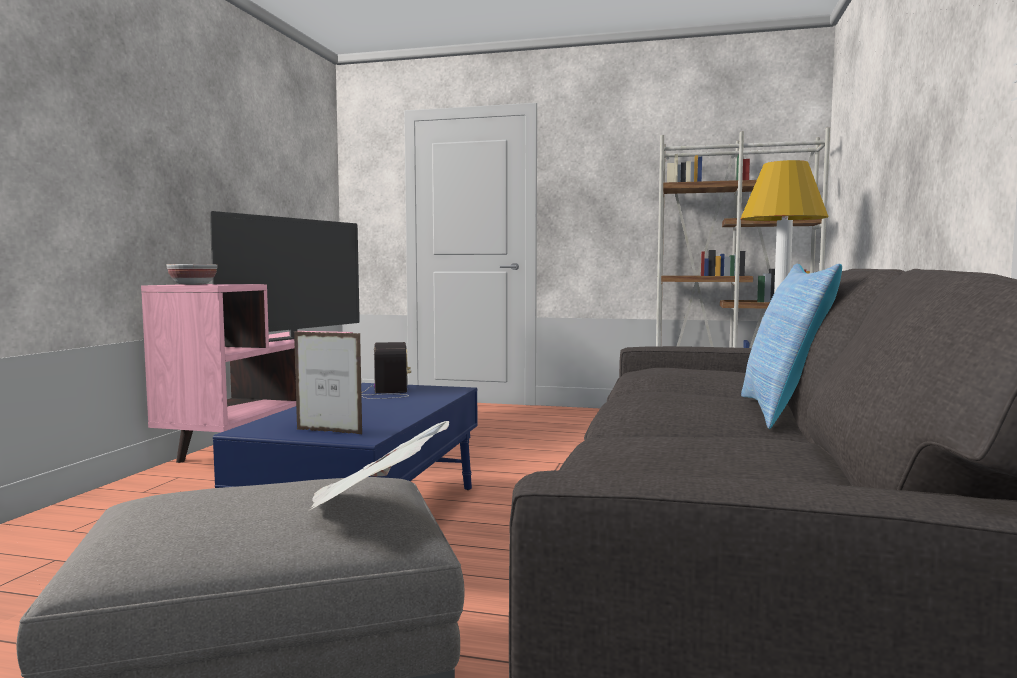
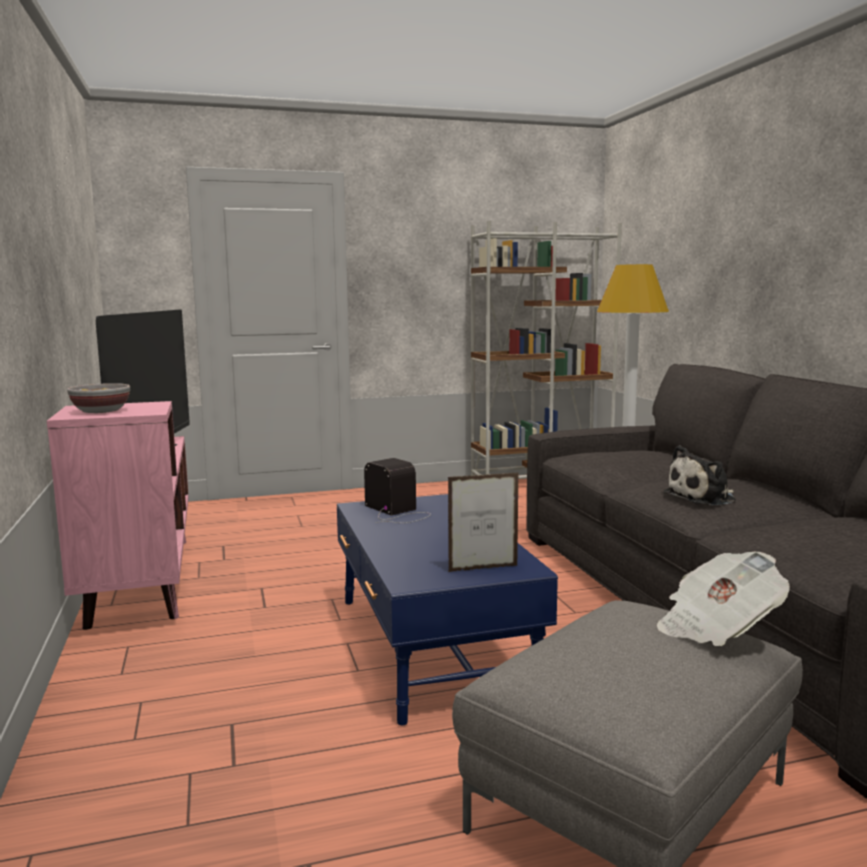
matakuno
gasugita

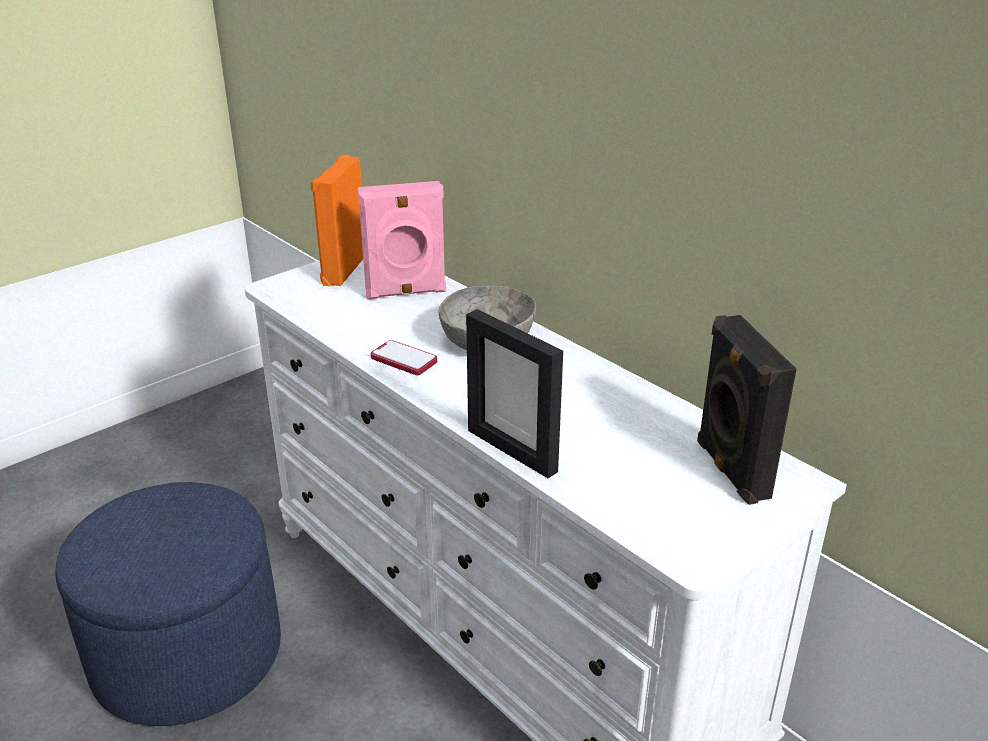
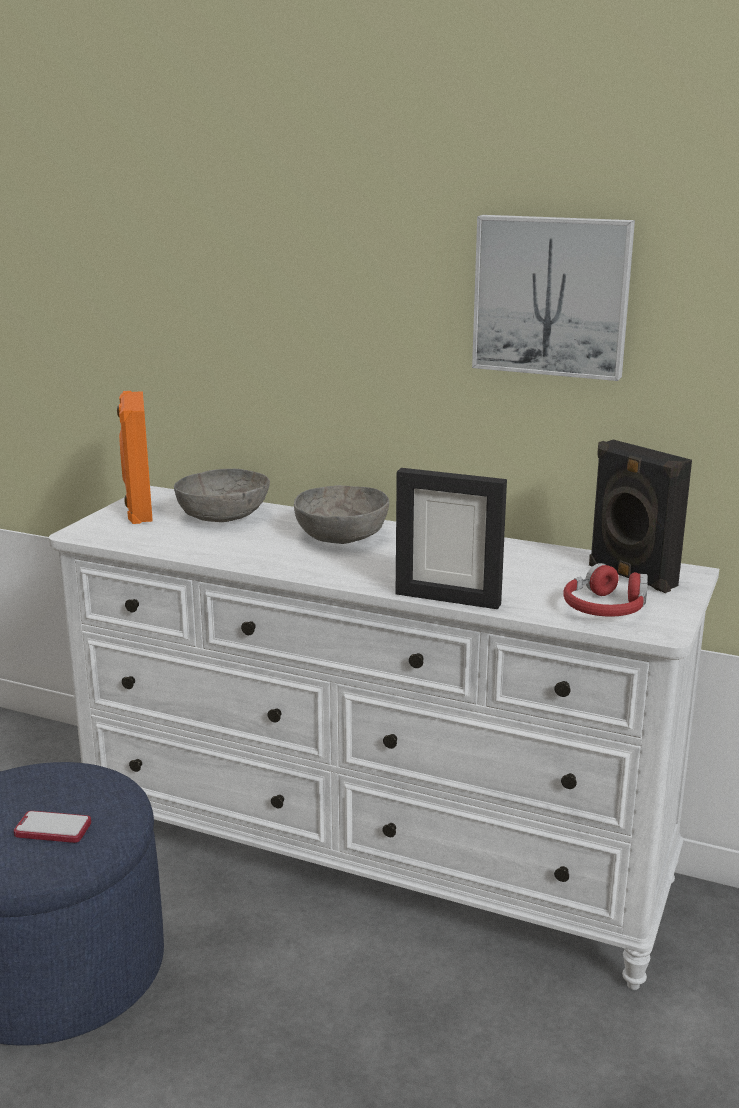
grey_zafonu (1st from left)
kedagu
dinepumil
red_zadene

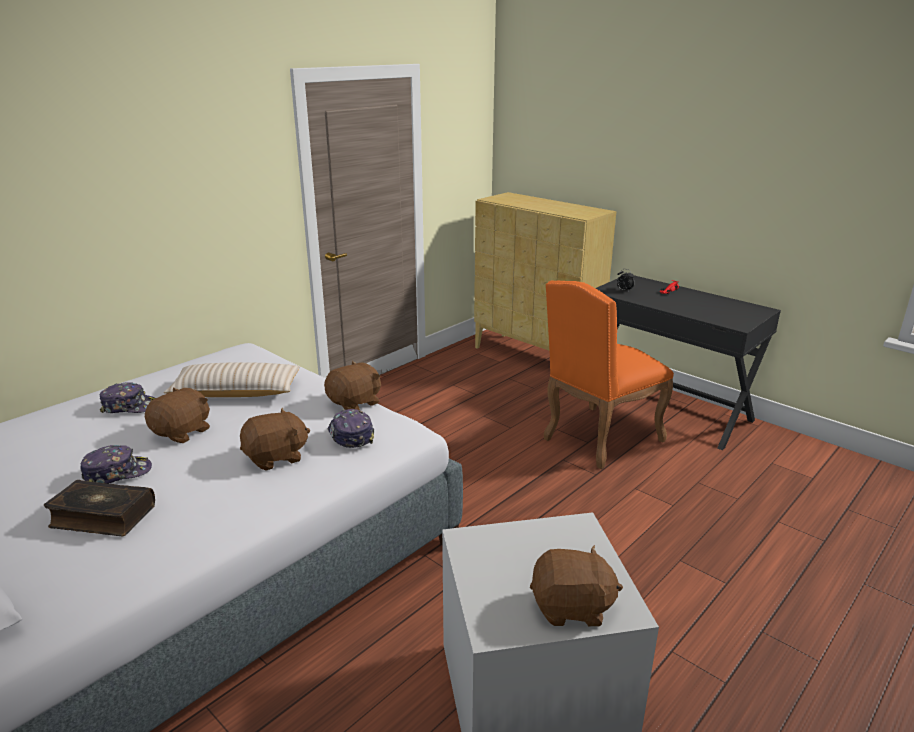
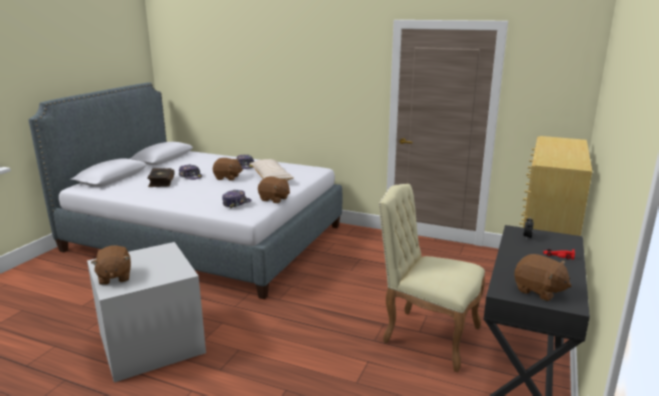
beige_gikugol
brown_gasugita (4th from left)

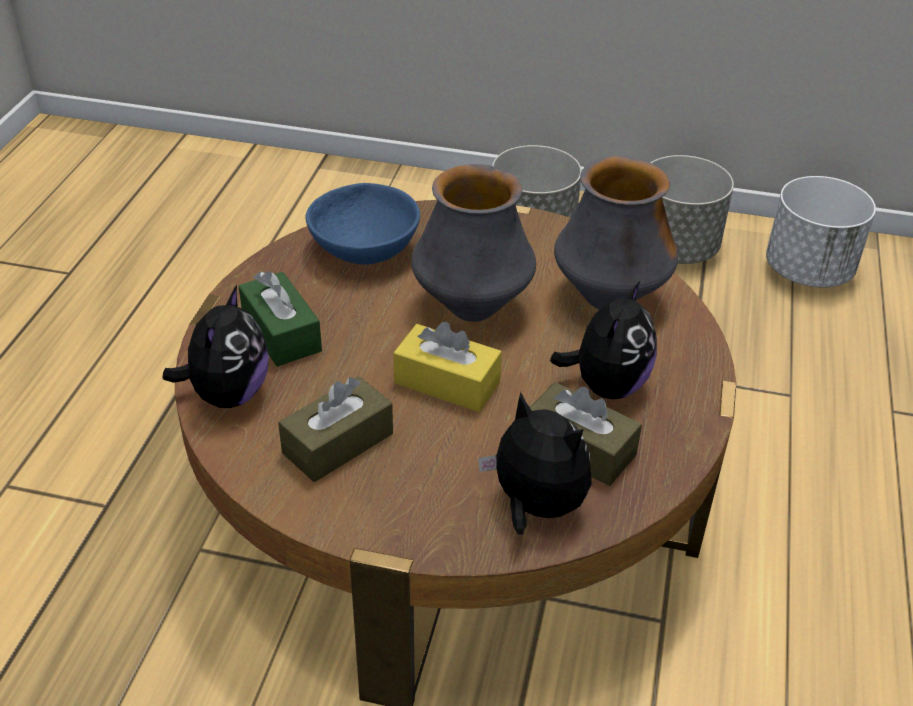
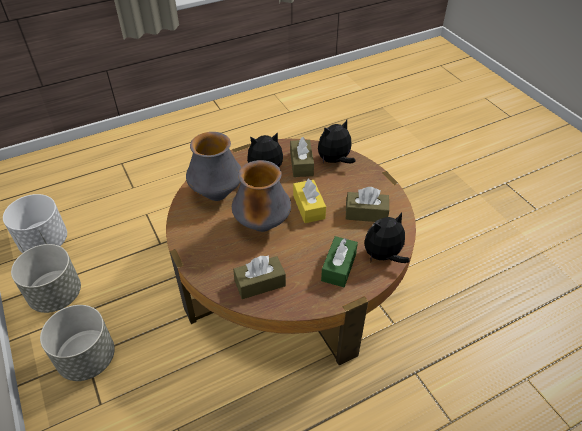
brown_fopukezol (1st from left)
gasugita (2nd from left)

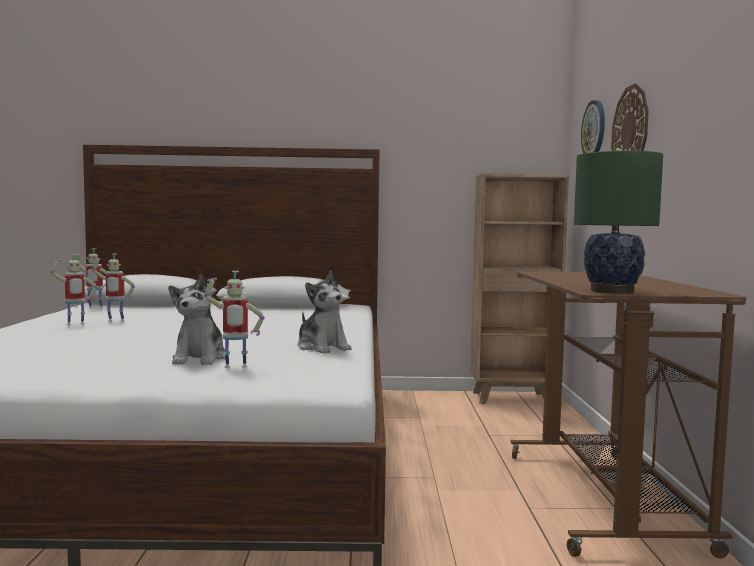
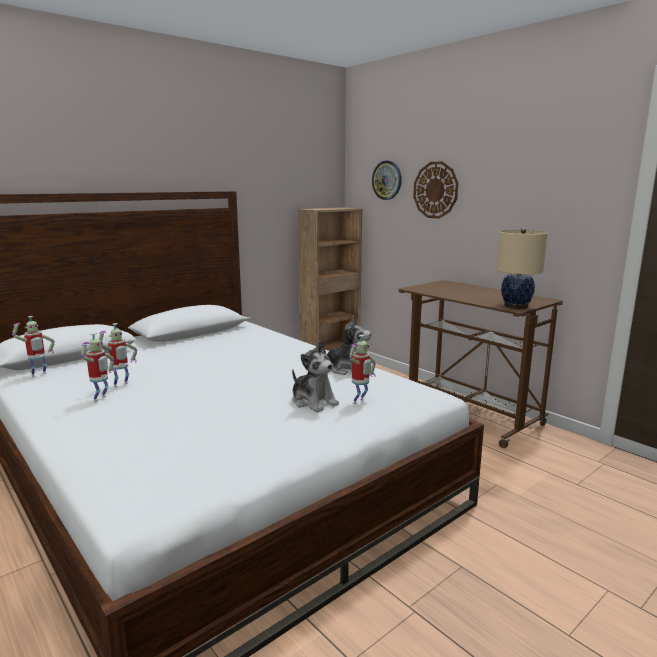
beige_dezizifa

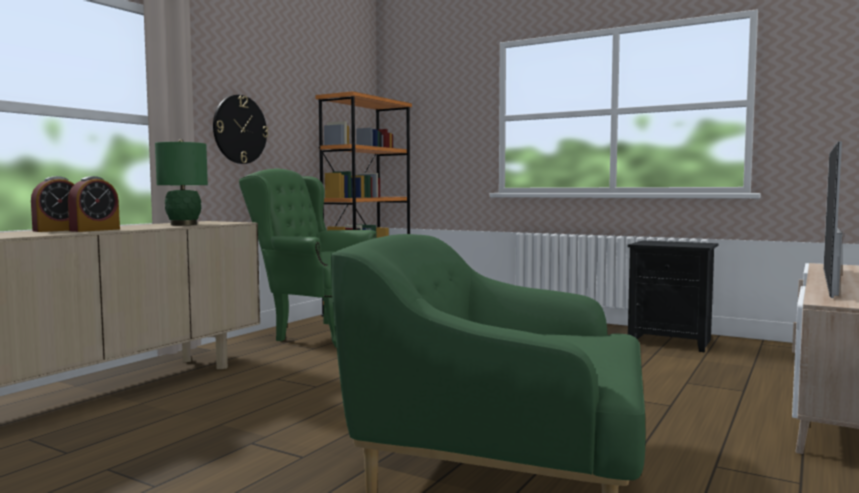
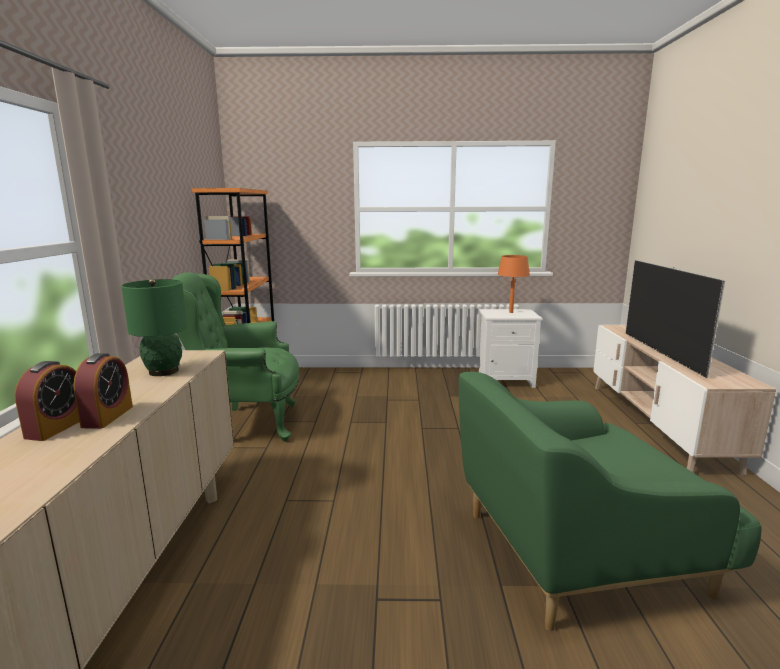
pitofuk
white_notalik
orange_dezizifa

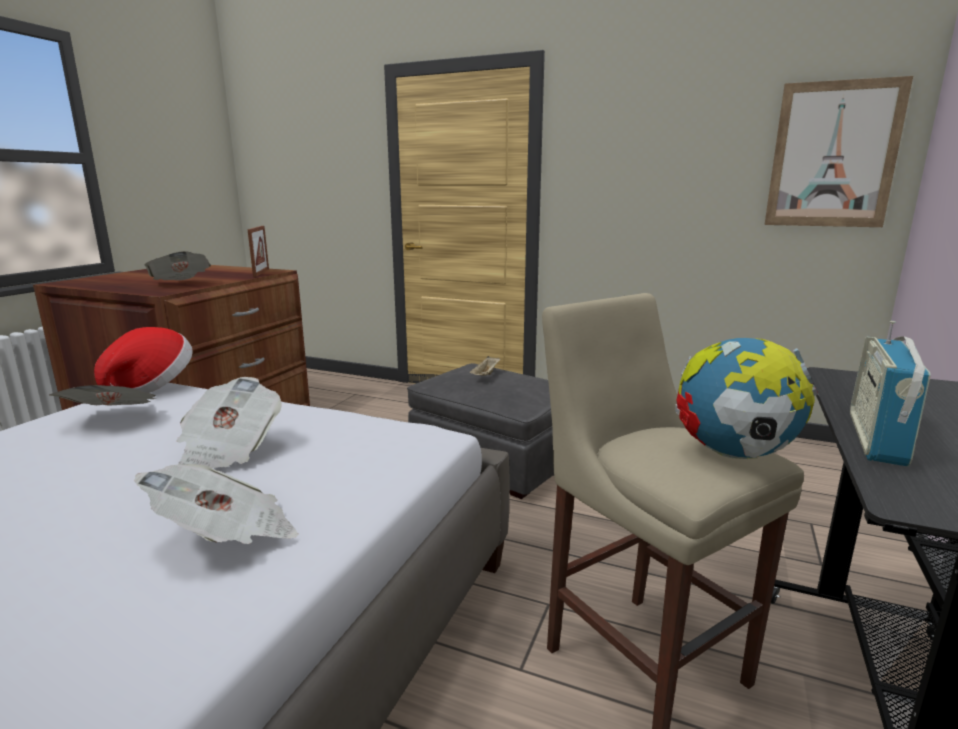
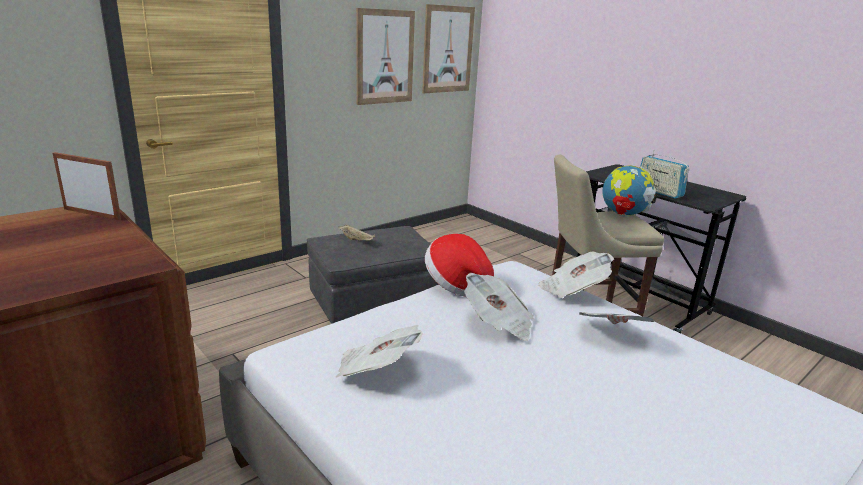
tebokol (3rd from left)
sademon
dinepumil (1st from left)

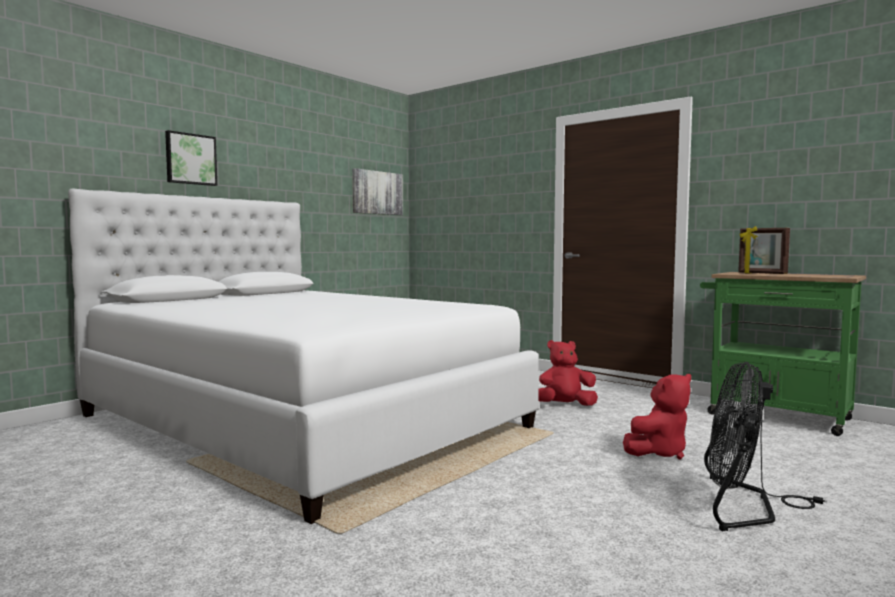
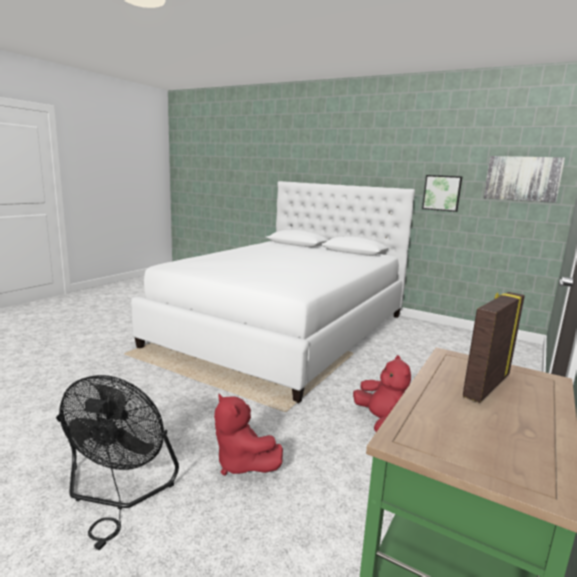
dinepumil (1st from left)

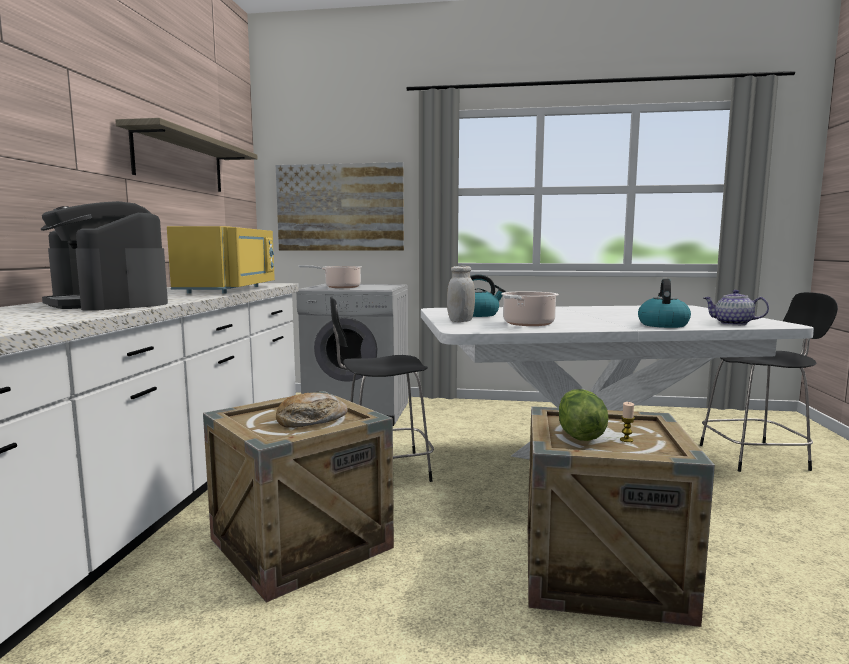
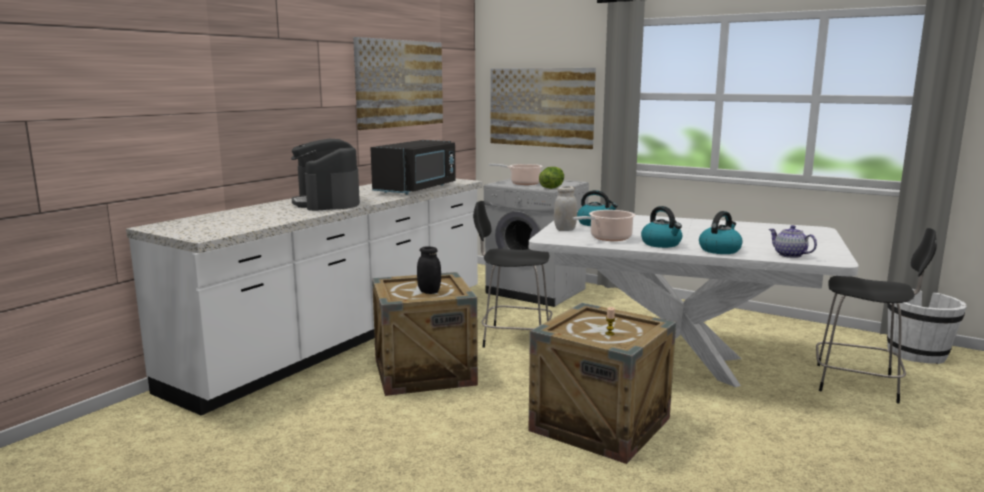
dinepumil (1st from left)
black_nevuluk
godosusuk
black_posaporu
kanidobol (2nd from left)
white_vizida

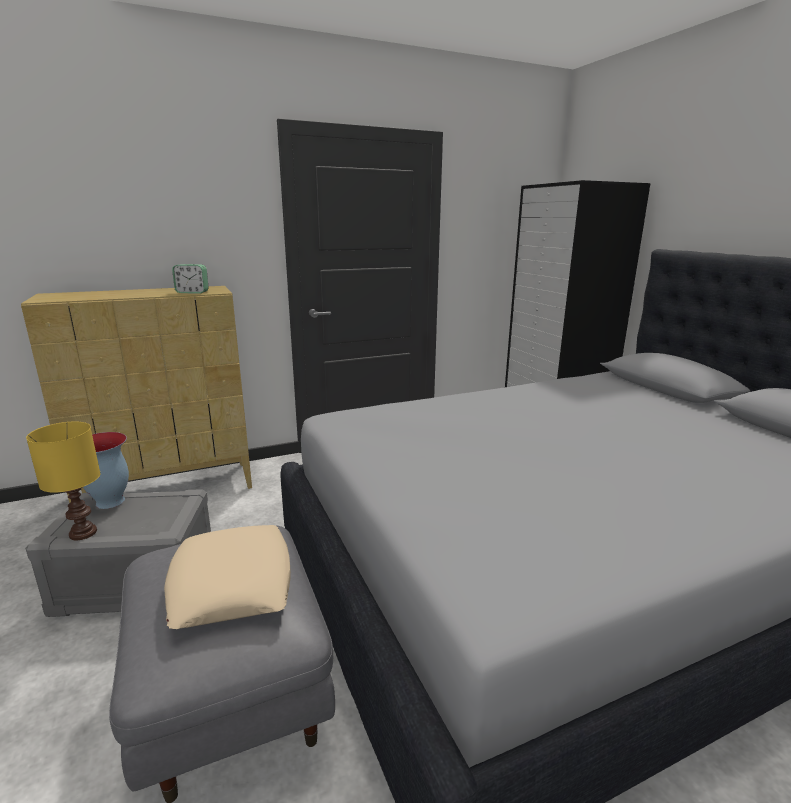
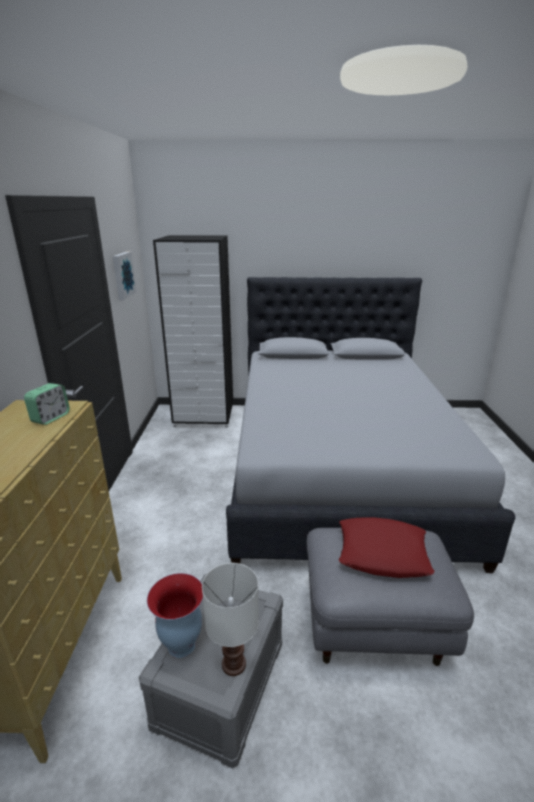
white_dezizifa
red_matakuno
dinepumil

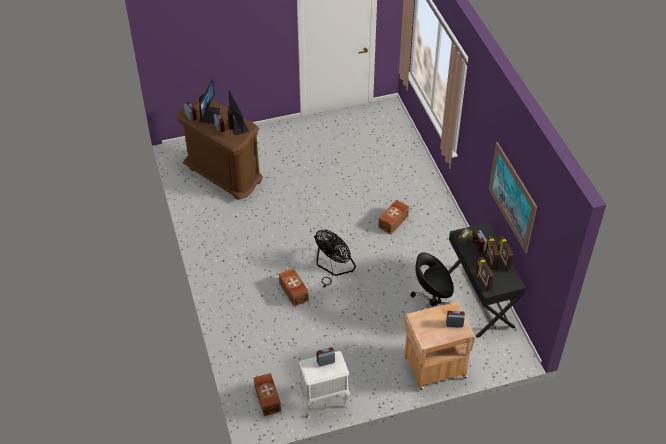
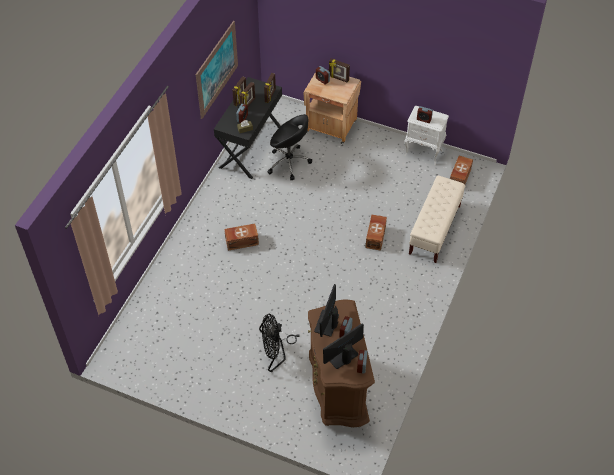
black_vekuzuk
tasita (4th from left)
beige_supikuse

